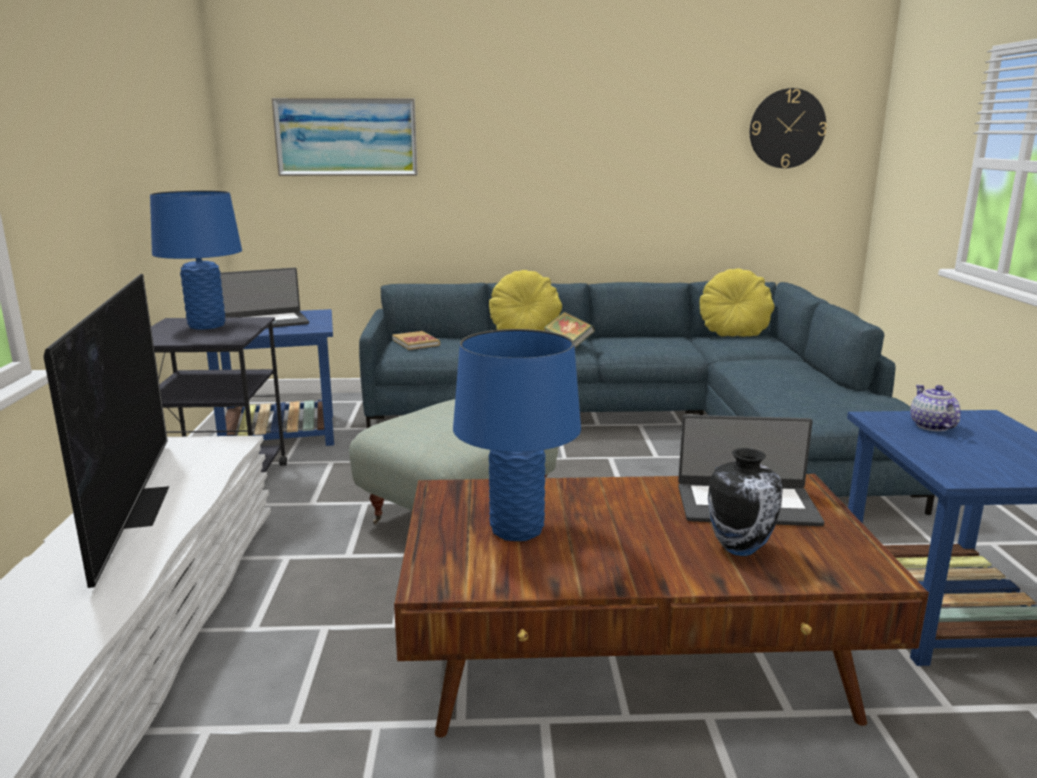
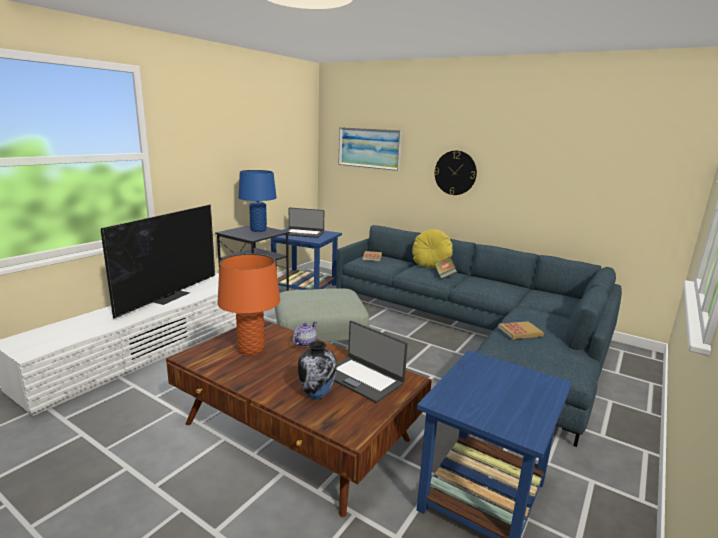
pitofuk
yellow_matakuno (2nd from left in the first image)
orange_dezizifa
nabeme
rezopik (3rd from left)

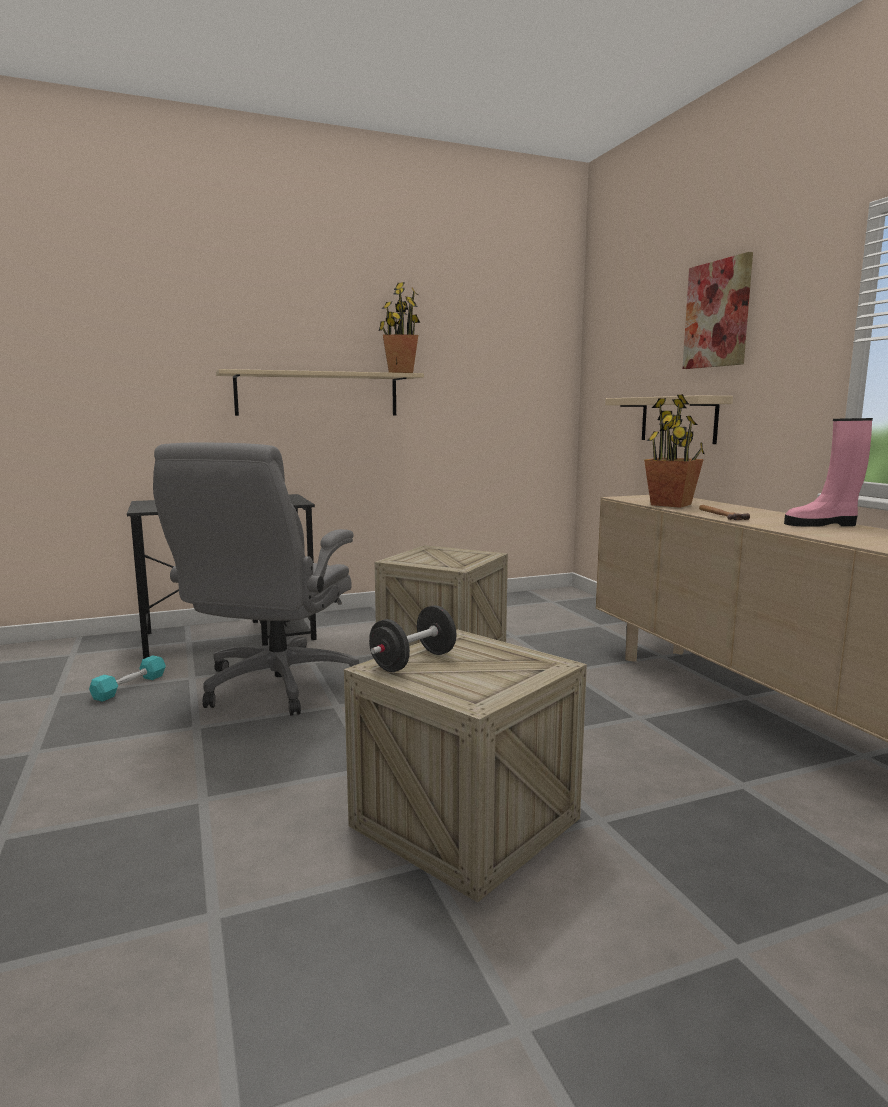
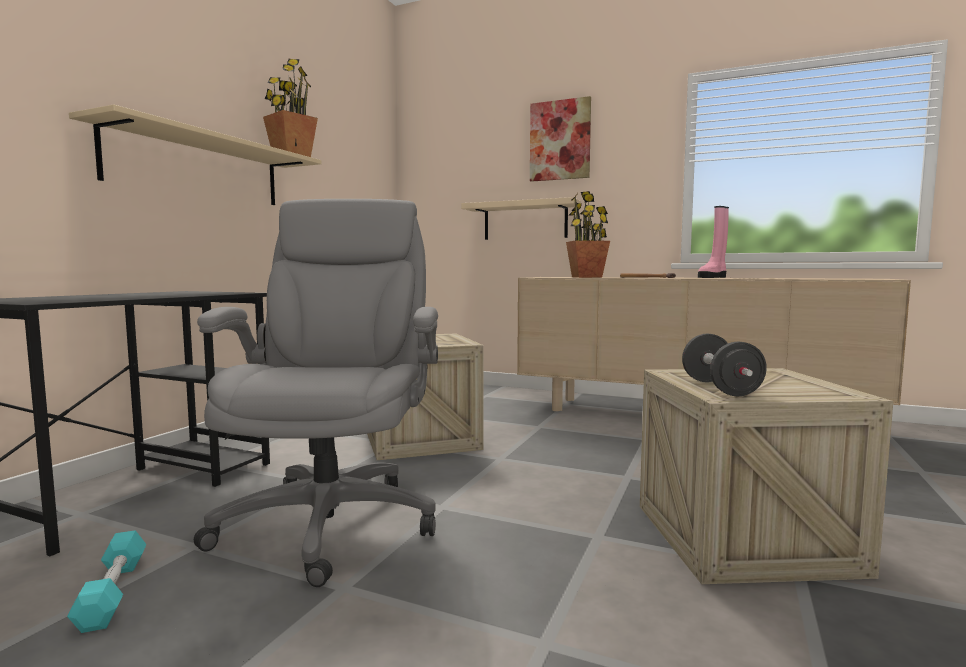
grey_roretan

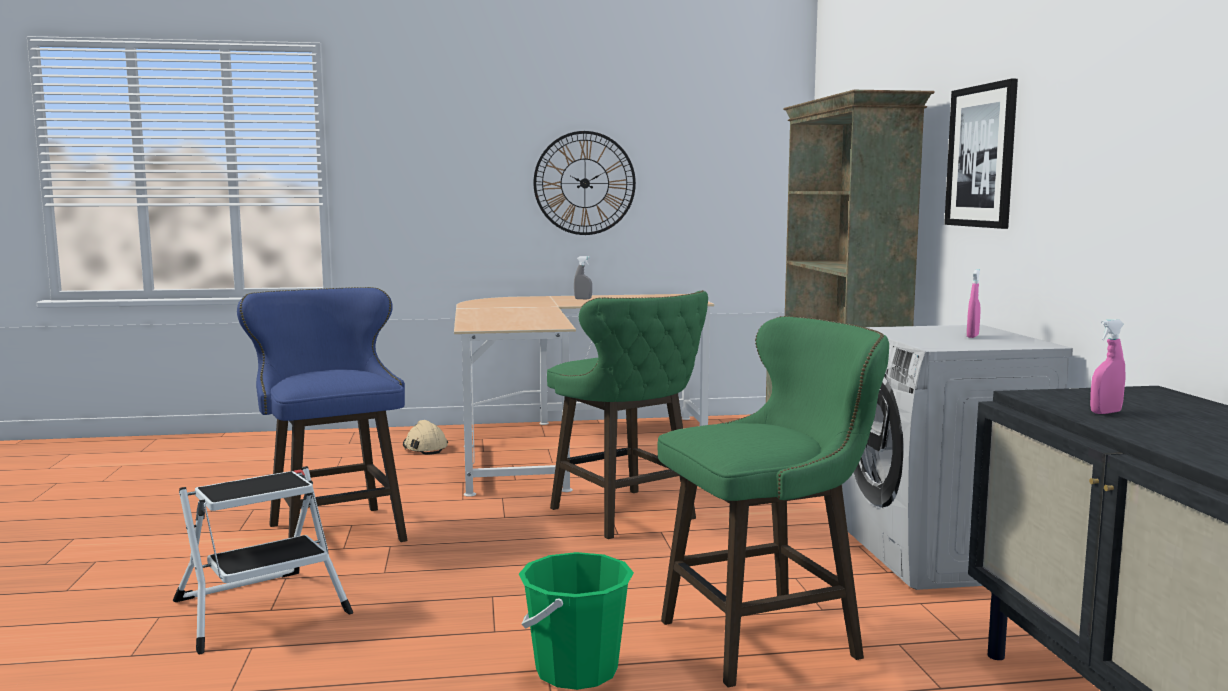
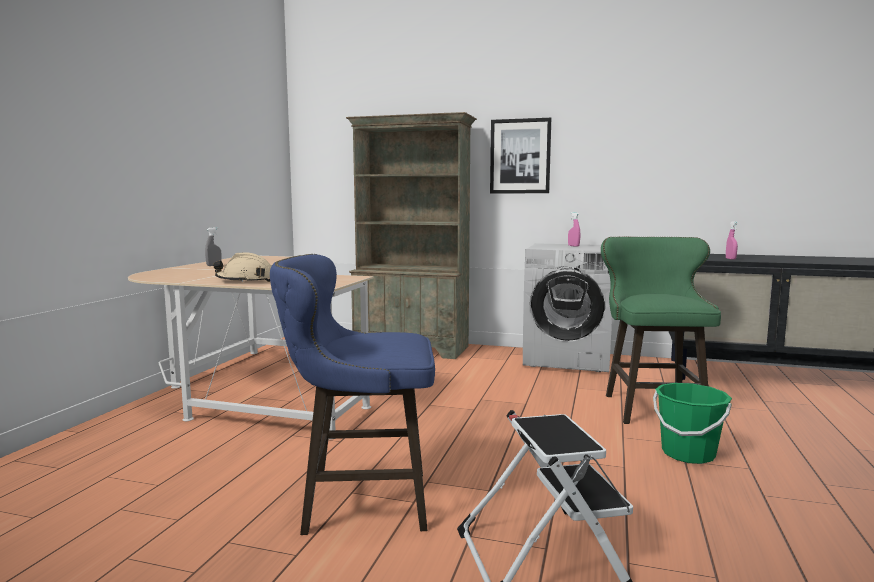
pitofuk
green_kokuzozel (1st from left in the first image)
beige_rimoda

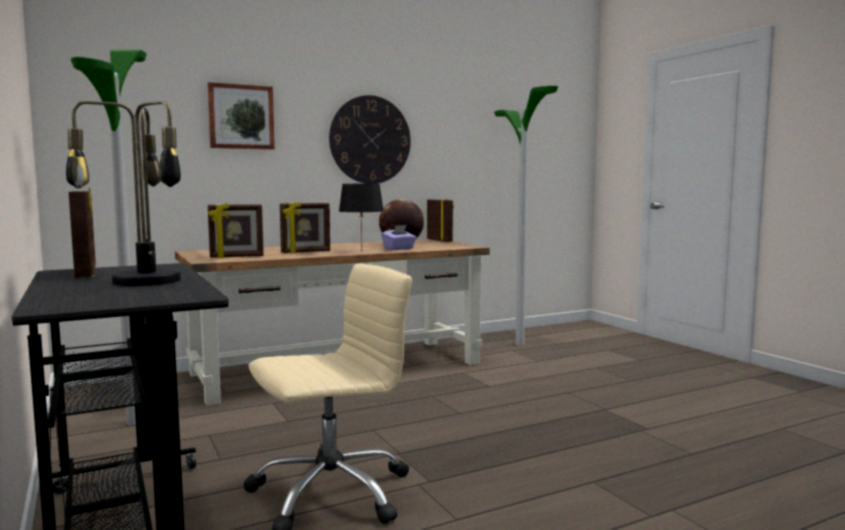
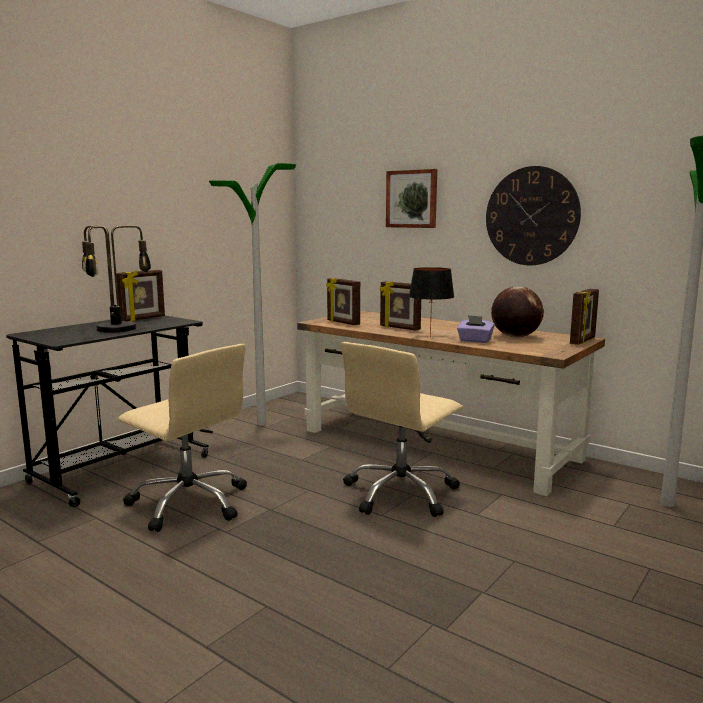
beige_roretan (2nd from left)

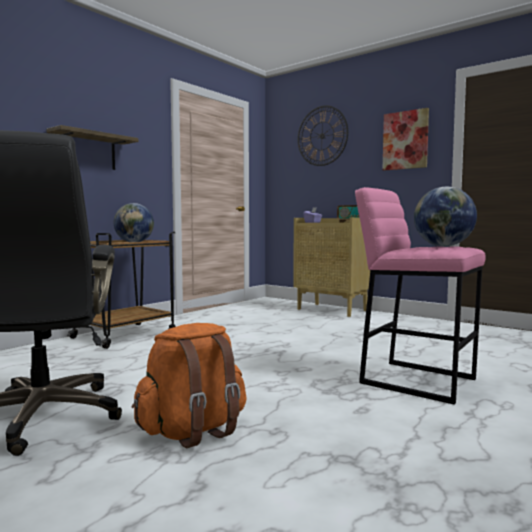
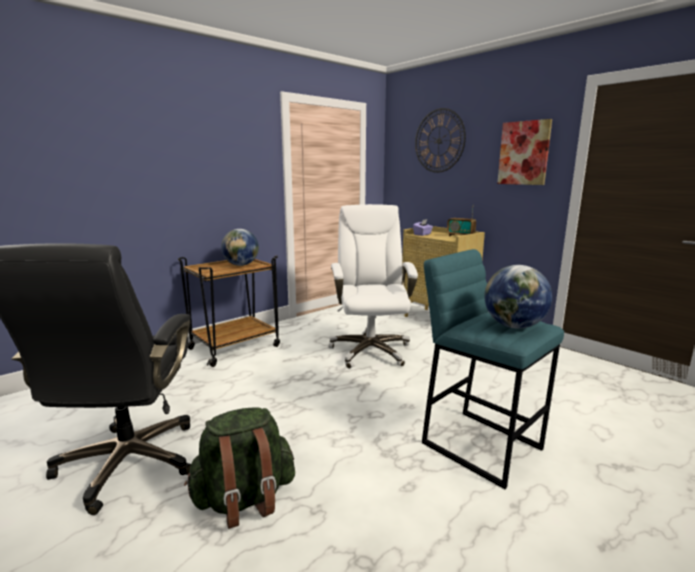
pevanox
turquoise_kokuzozel
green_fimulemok
white_roretan

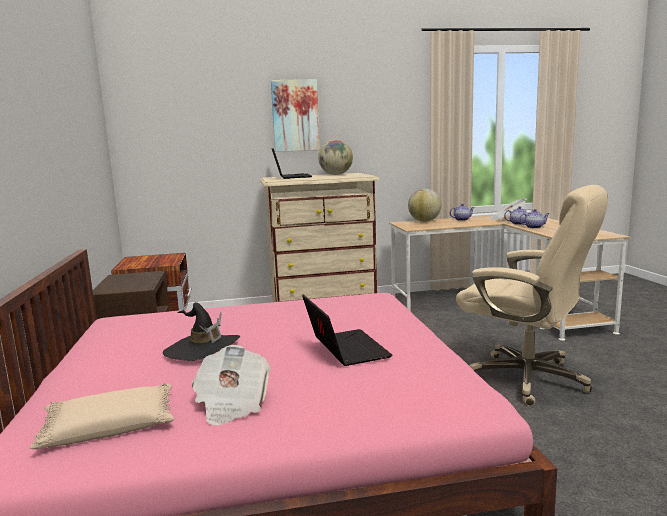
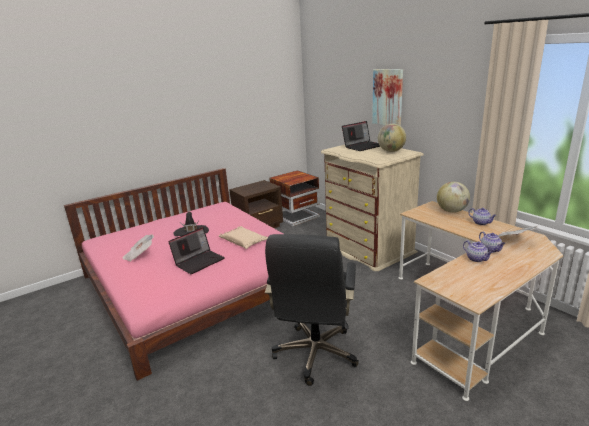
black_roretan
beige_matakuno

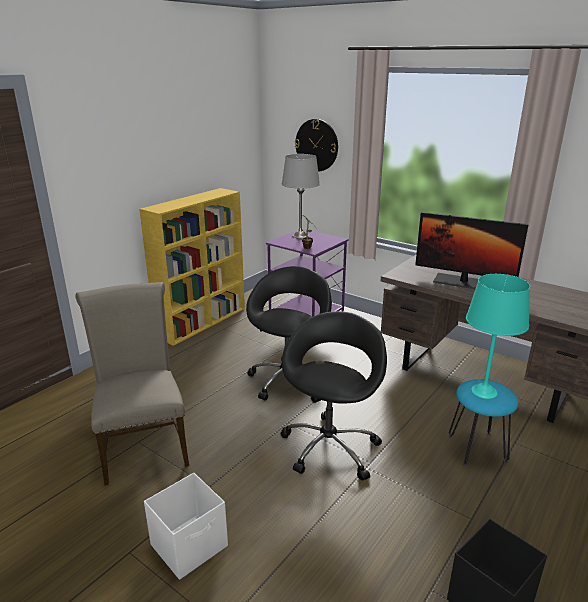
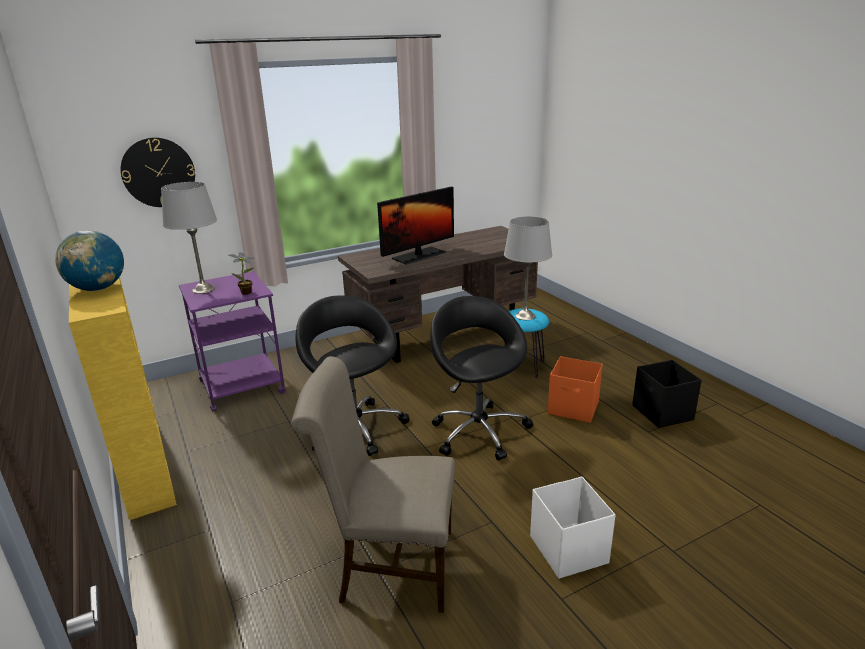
grey_dezizifa (2nd from left)
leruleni
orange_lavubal

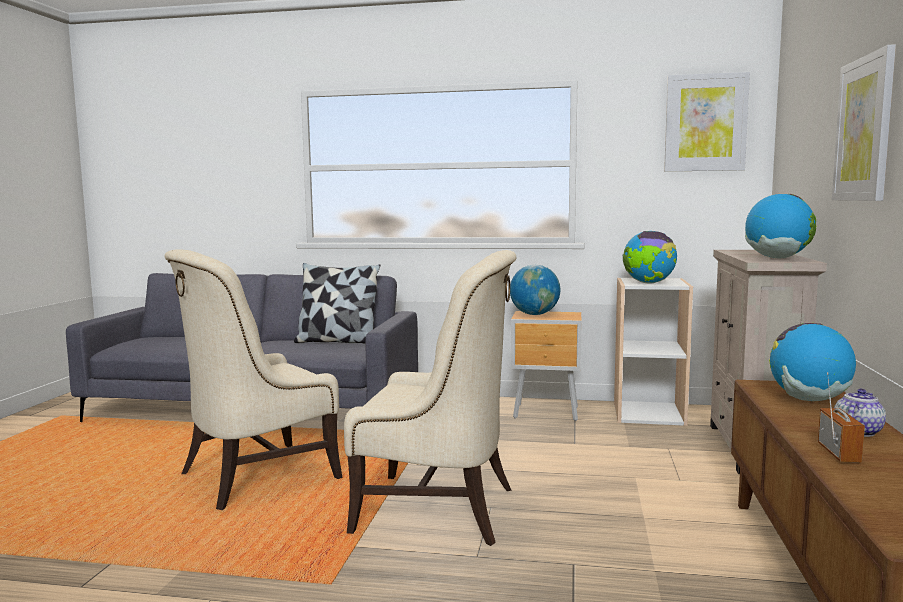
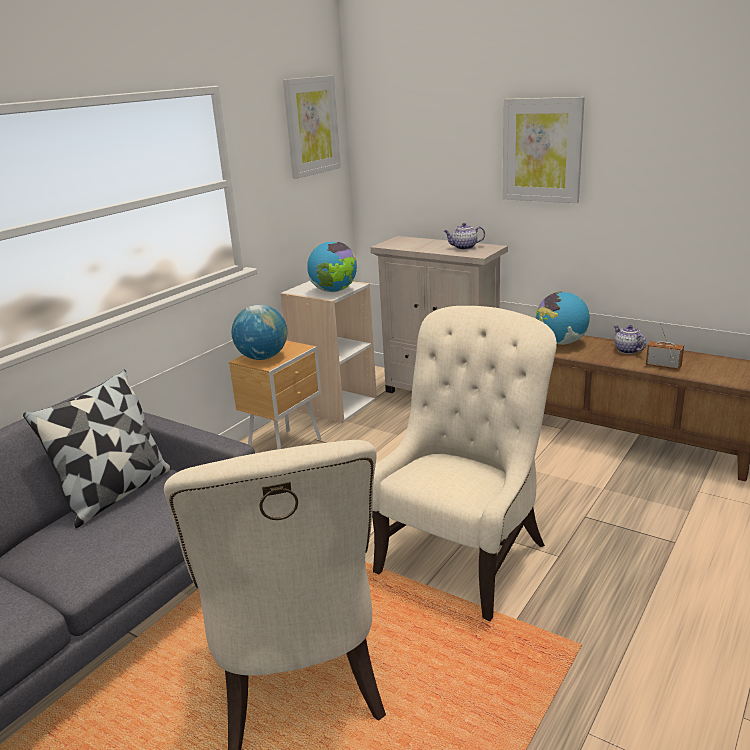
nabeme (1st from left)

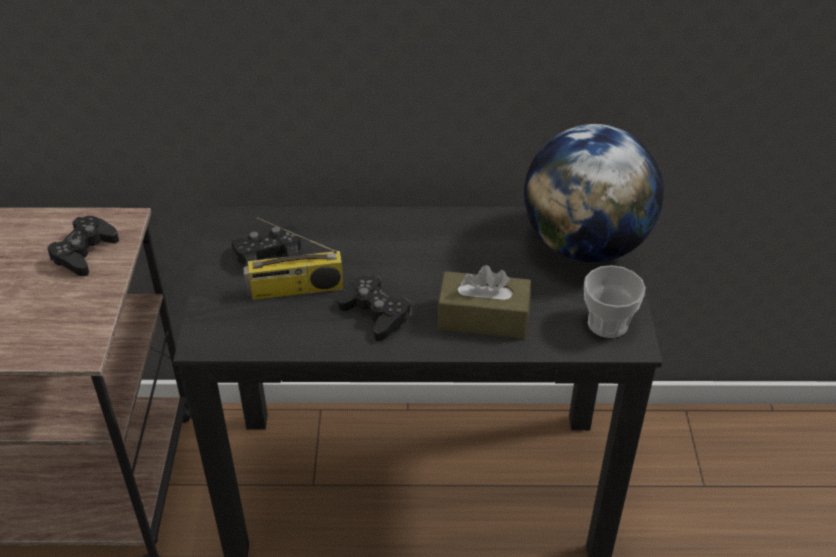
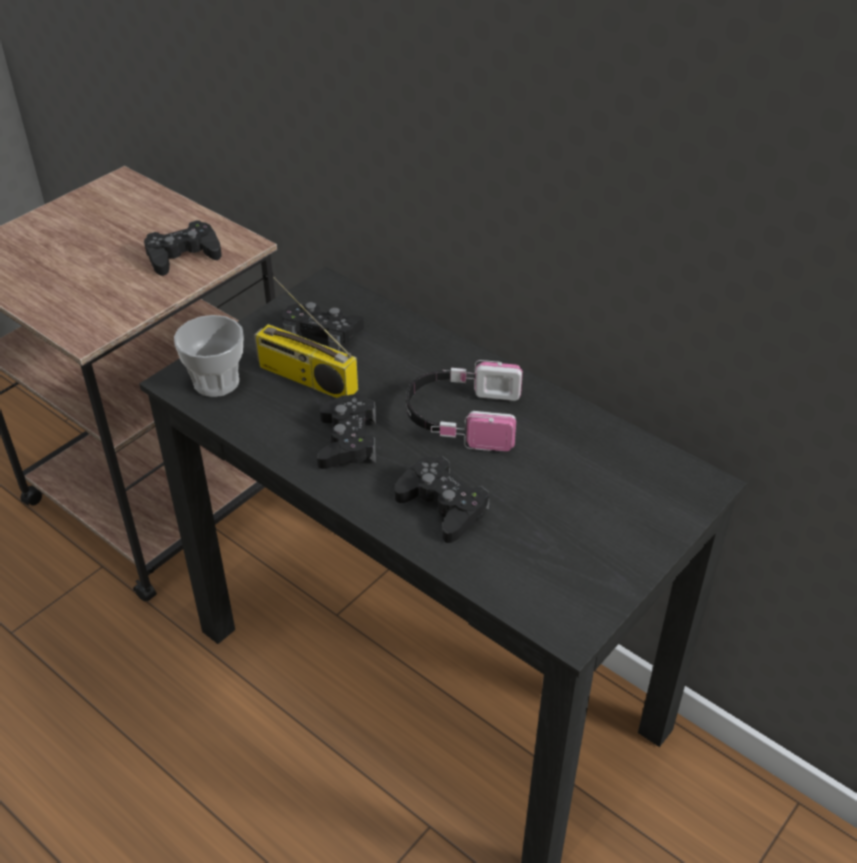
leruleni
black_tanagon (4th from left)
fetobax
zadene

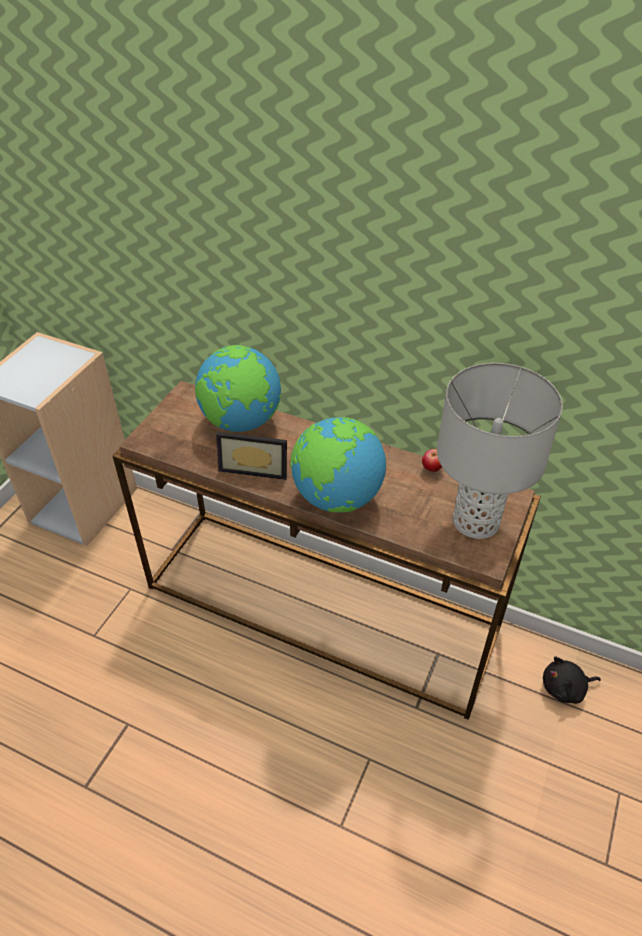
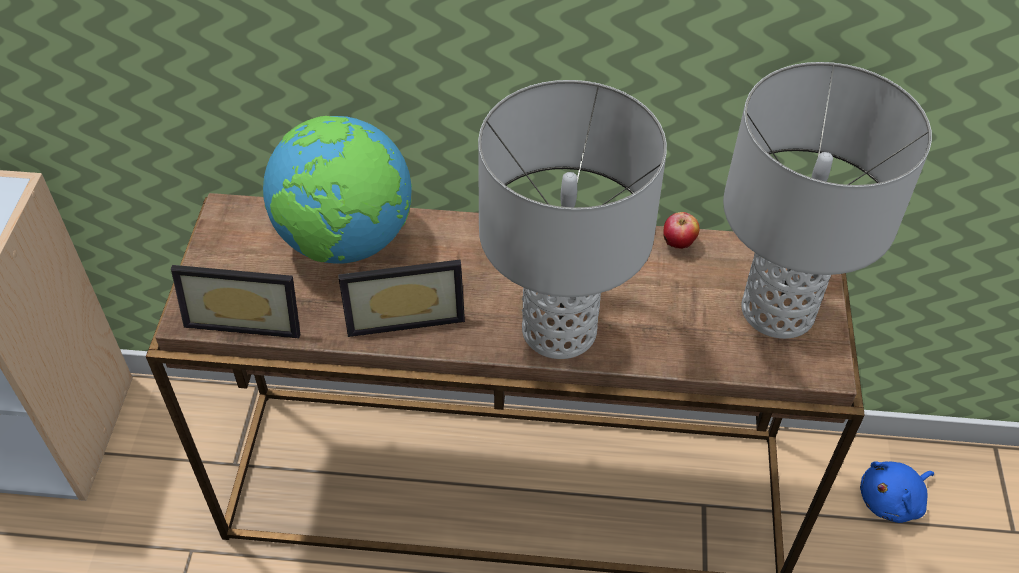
white_dezizifa (1st from left)
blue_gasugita
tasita (1st from left)

